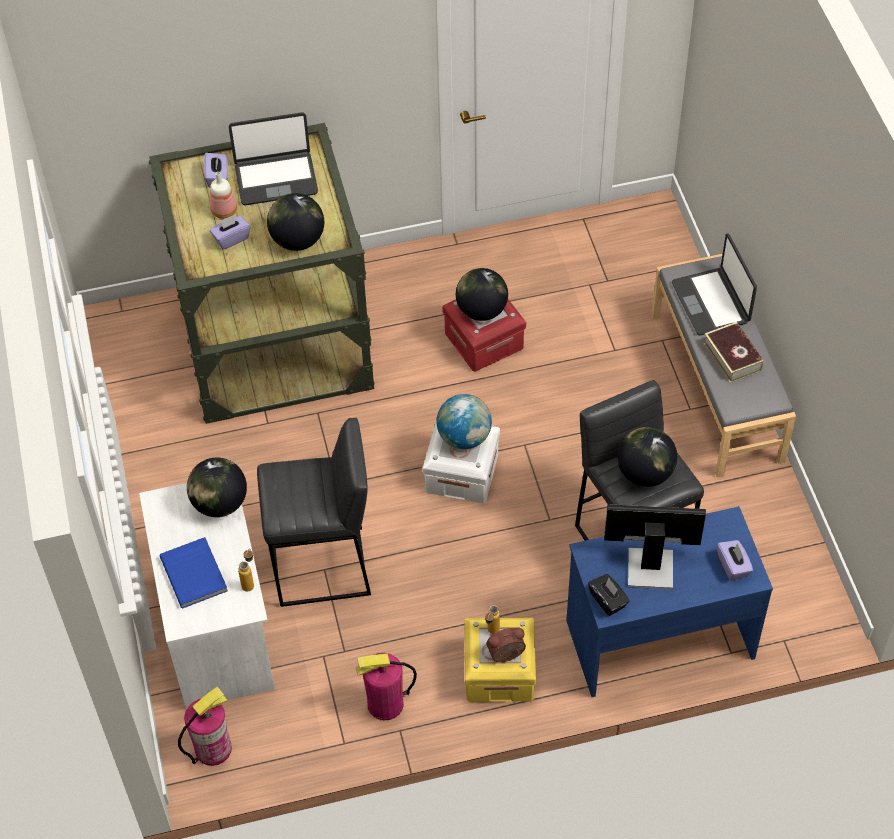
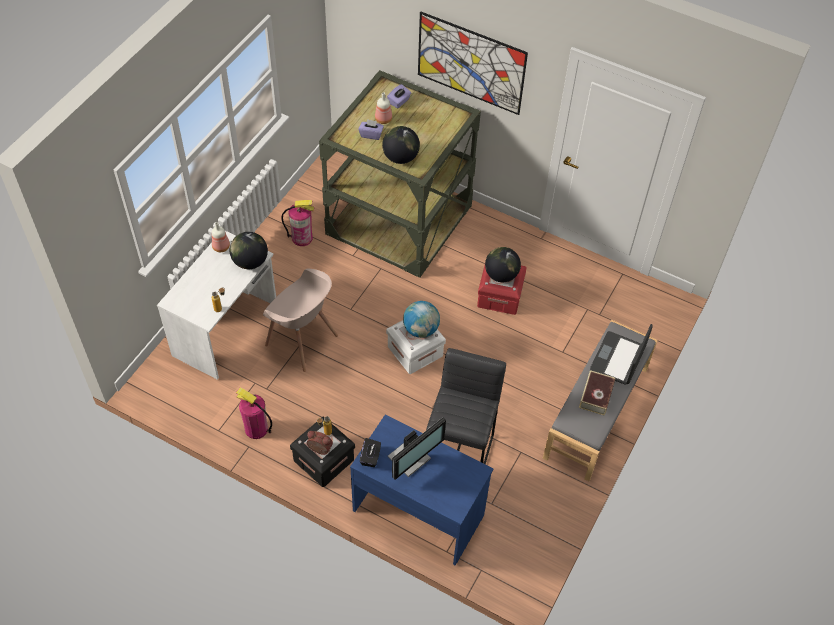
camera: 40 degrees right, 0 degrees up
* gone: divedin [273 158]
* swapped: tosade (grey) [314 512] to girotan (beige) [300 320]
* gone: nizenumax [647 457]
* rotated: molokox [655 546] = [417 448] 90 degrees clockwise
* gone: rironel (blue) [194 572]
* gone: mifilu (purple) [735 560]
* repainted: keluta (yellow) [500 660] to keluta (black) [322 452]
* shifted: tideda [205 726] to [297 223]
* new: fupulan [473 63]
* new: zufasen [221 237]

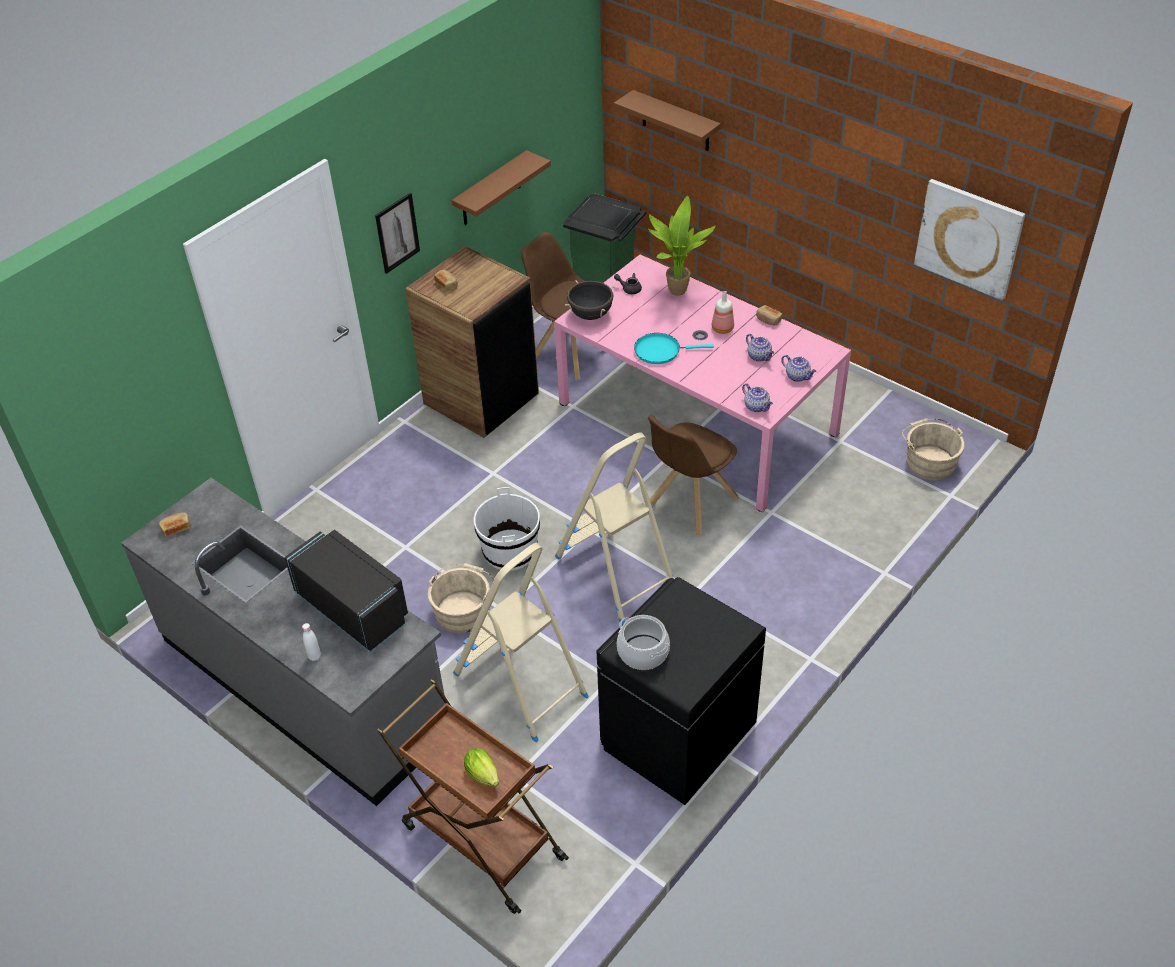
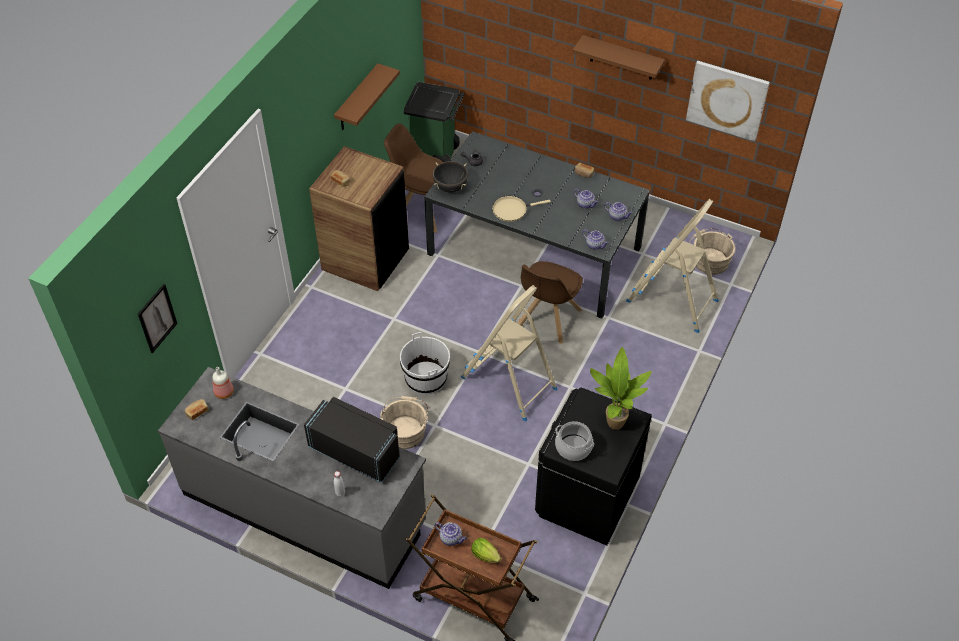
camera: 15 degrees left, 5 degrees up
* shifted: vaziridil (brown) [667 120] to [619 57]
* shifted: fupulan [397 233] to [157 318]
* shifted: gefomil [681 246] to [621 388]
* repainted: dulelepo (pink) [702 383] to dulelepo (grey) [537 225]
* shifted: zufasen [723 312] to [223 383]
* repainted: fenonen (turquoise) [674 348] to fenonen (beige) [521 209]
* shifted: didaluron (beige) [521 642] to [672 266]
* new: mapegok [450 534]

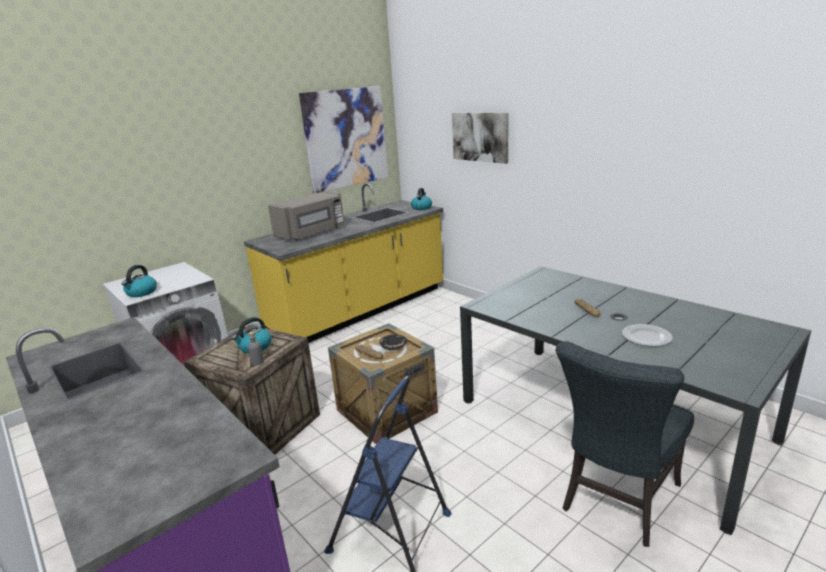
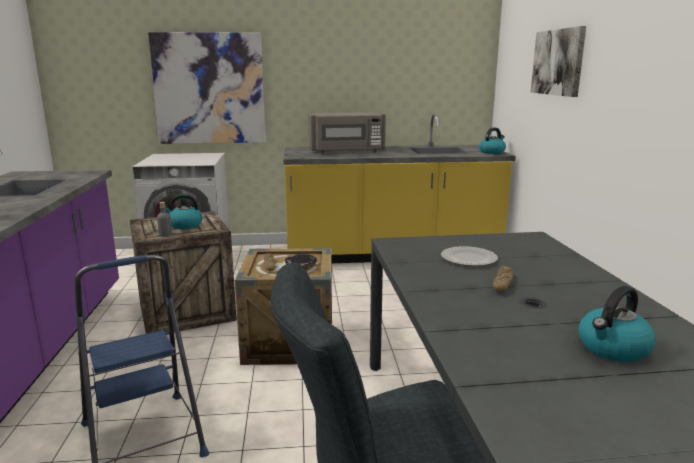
camera: 35 degrees right, 5 degrees down
* shifted: fupulan [343 140] to [207 88]
* shifted: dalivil [139 281] to [617 324]
* shifted: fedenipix [647 335] to [469 256]

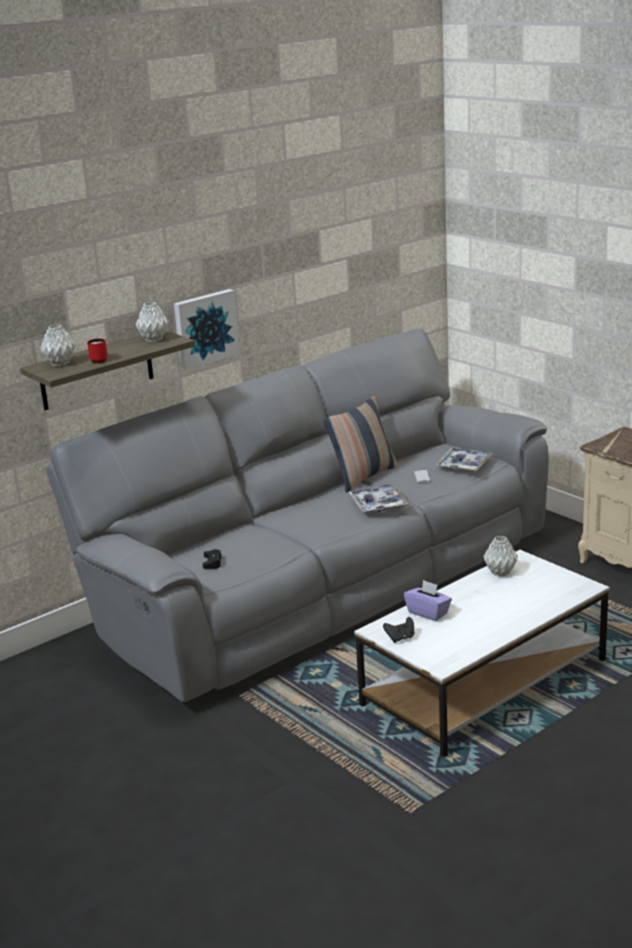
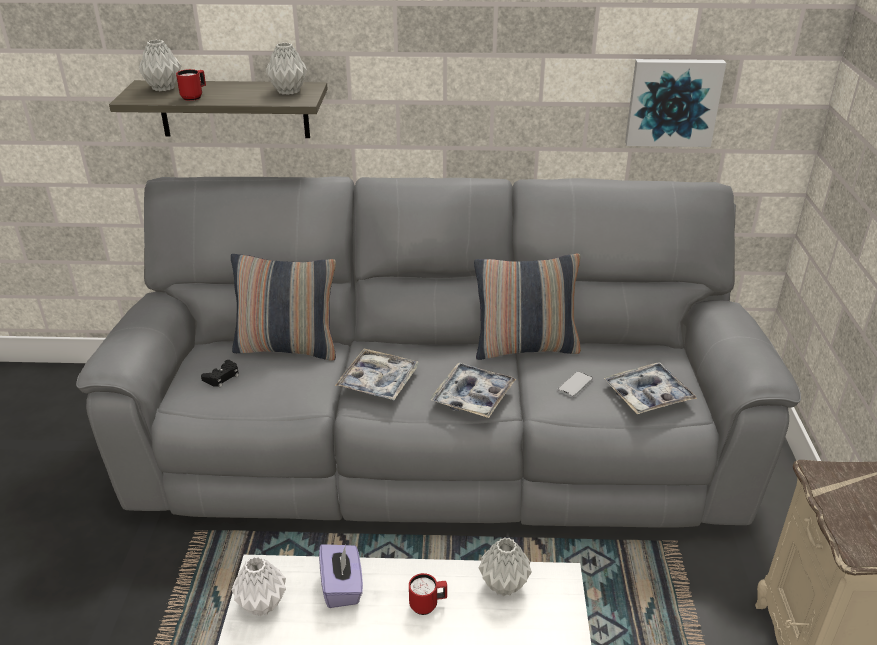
camera: 40 degrees right, 10 degrees up
* shifted: fupulan [207 329] to [675 103]
* swapped: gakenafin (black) [398 630] to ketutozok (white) [258 586]
* new: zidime [283 307]
* new: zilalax [377 374]
* new: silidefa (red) [428 594]

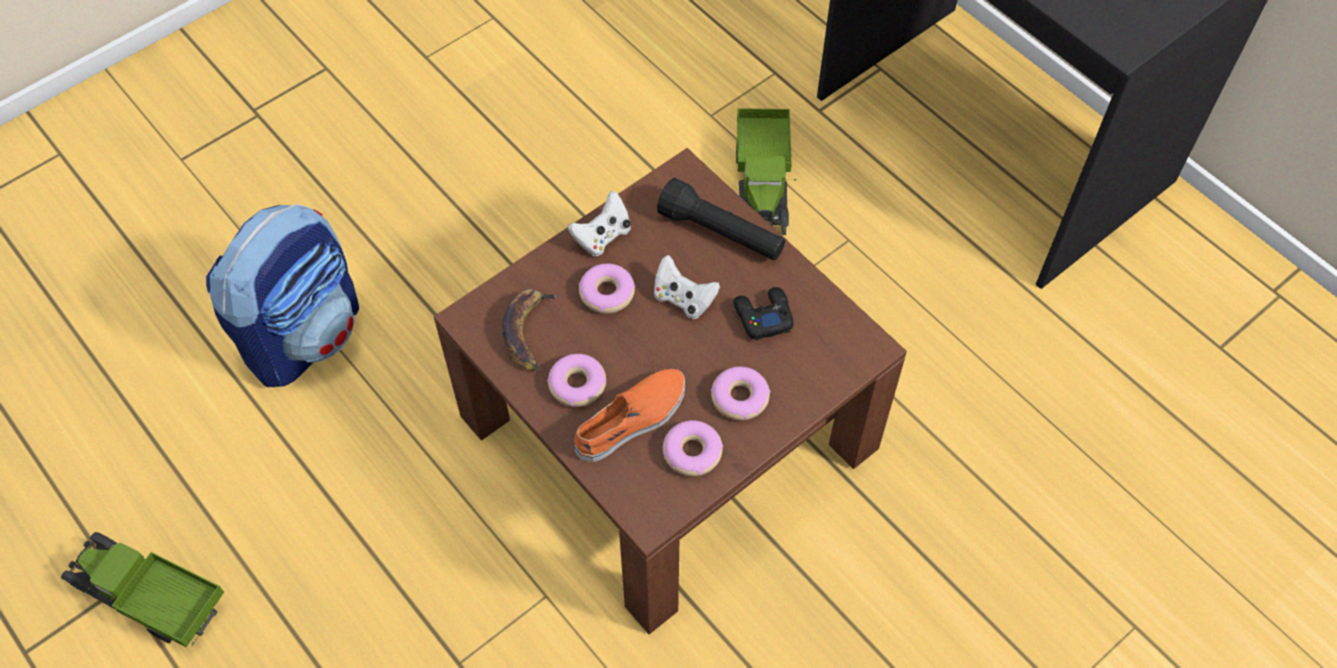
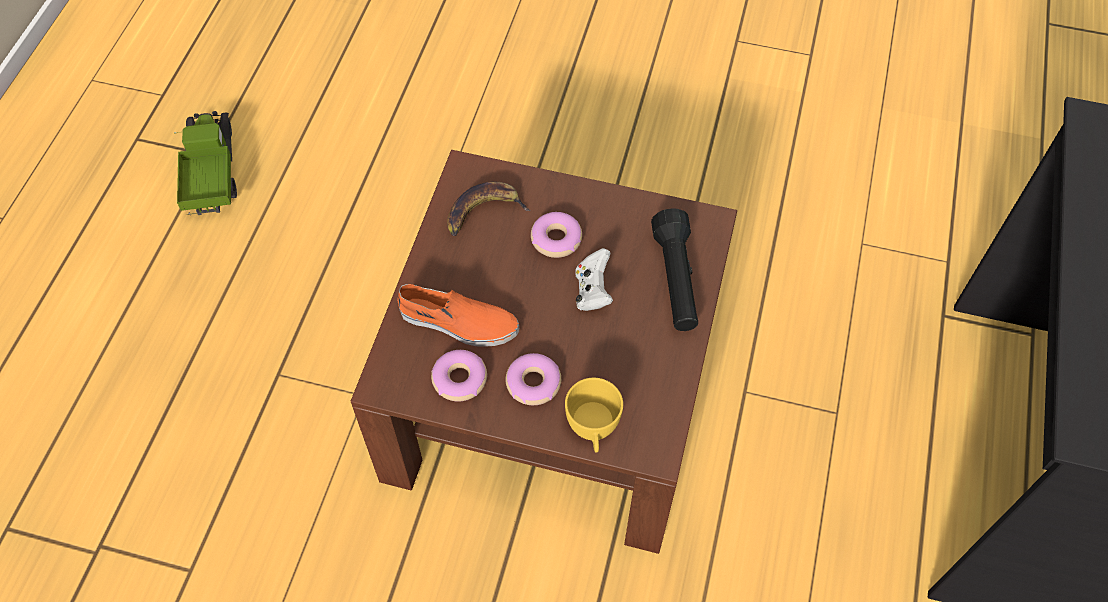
camera: 55 degrees right, 0 degrees up
* gone: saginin [766 171]
* gone: gakenafin (white) [599 223]
* gone: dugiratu [282 295]
* gone: gakenafin (black) [763 313]
* gone: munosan [576 380]
* new: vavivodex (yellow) [594 415]

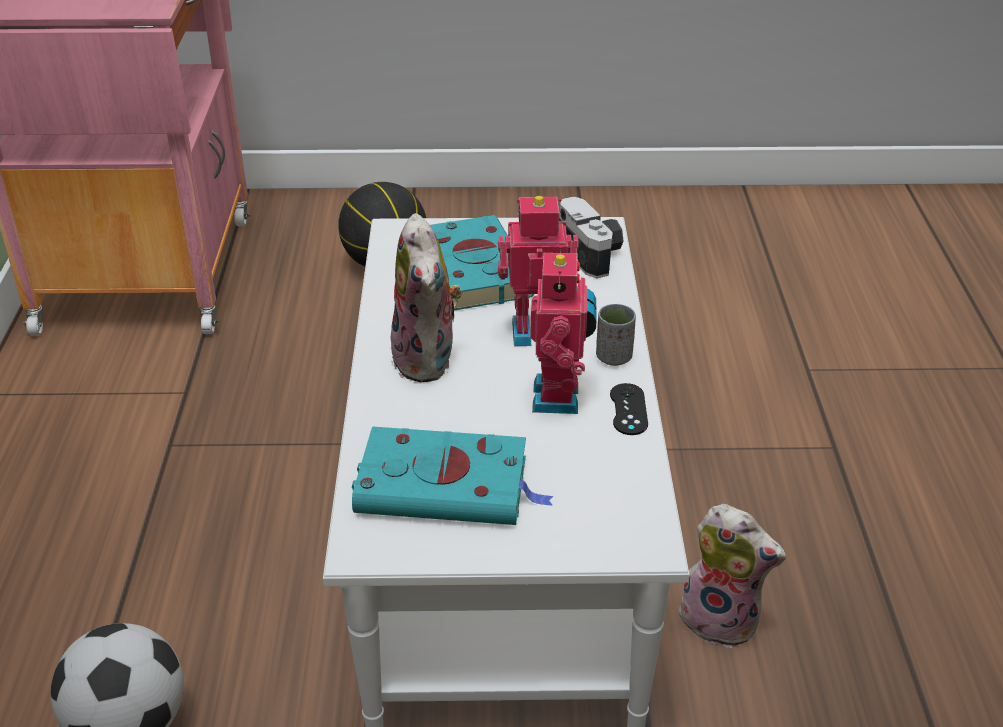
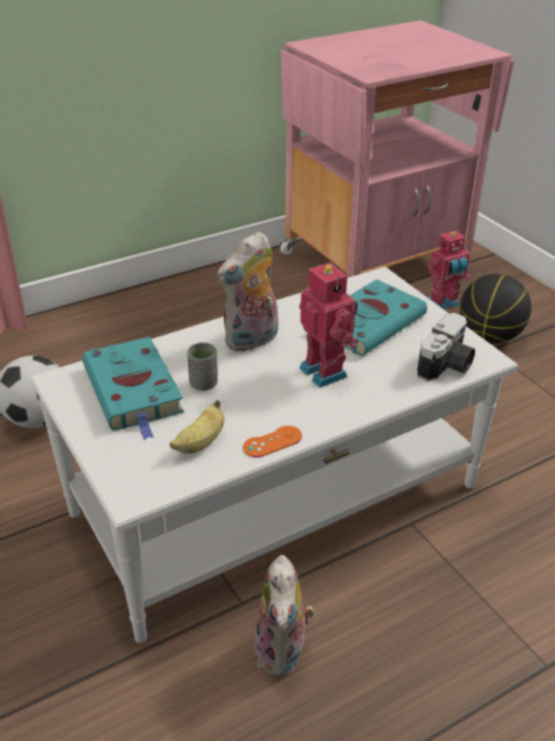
camera: 60 degrees right, 0 degrees up
* shifted: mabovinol [563 330] to [449 270]
* shifted: vavivodex (grey) [616 335] to [202 366]
* repainted: gakenafin (black) [629 409] to gakenafin (orange) [272 441]
* new: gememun [197 427]

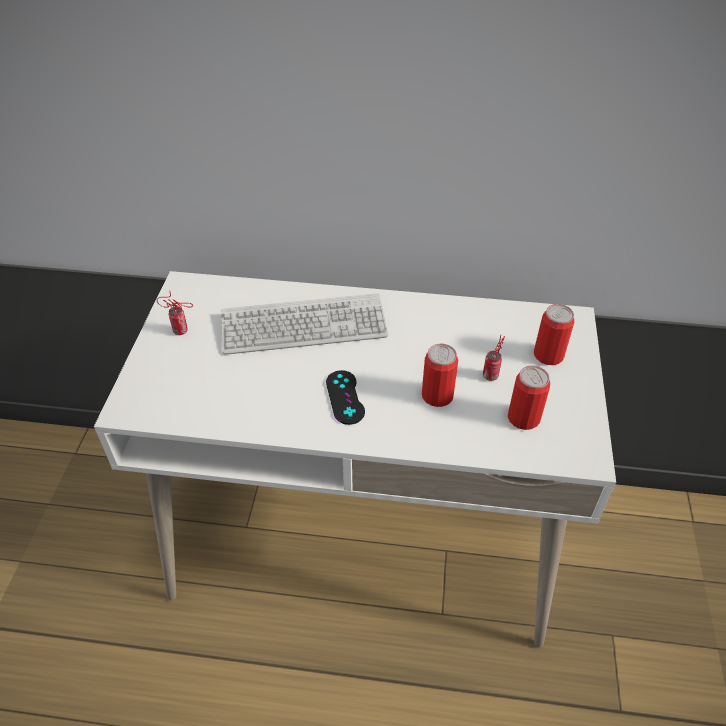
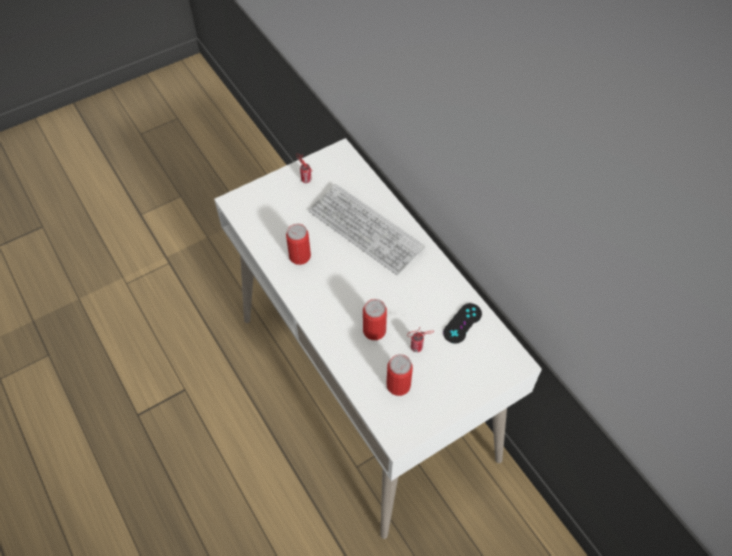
camera: 50 degrees right, 10 degrees up
* shifted: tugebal [554 334] to [298 244]
* shifted: gakenafin (black) [345 397] to [462 323]

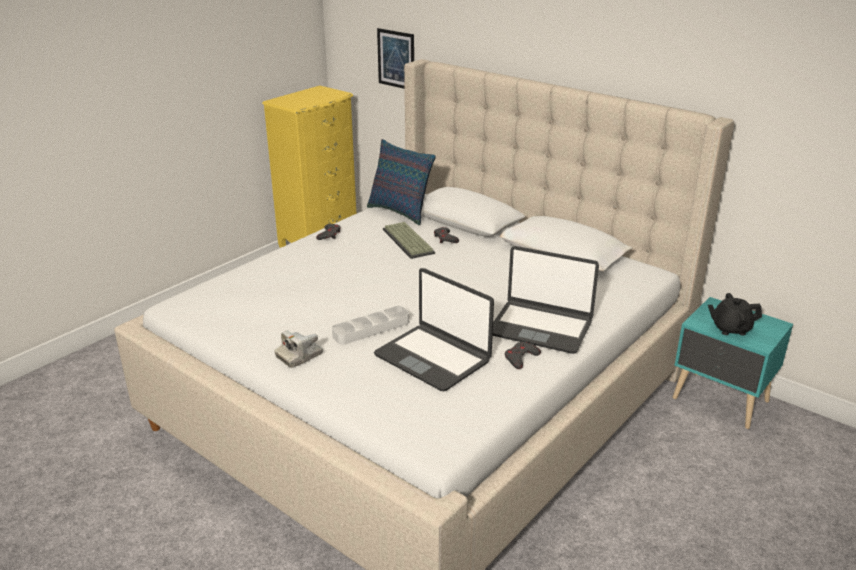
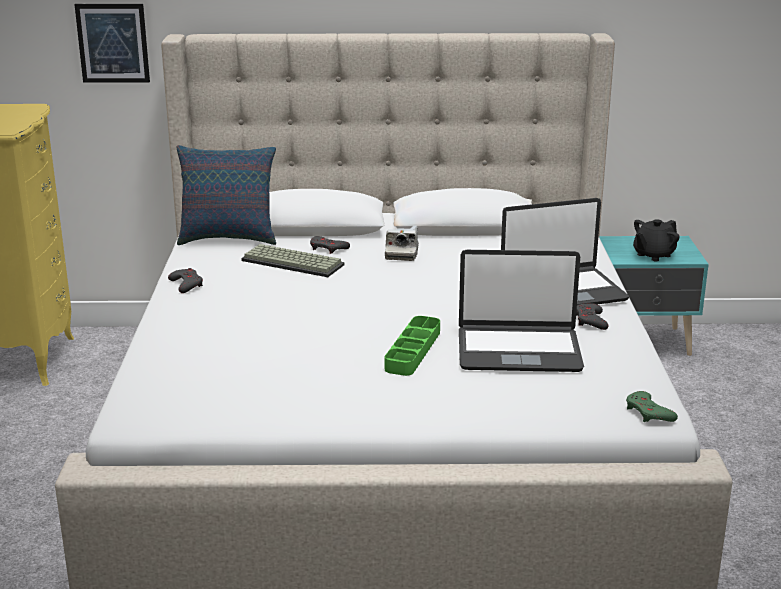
camera: 40 degrees left, 5 degrees down
* repainted: zilalax (grey) [370 325] to zilalax (green) [412 346]
* shifted: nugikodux [298 349] to [402 243]
* new: gakenafin (green) [652 406]

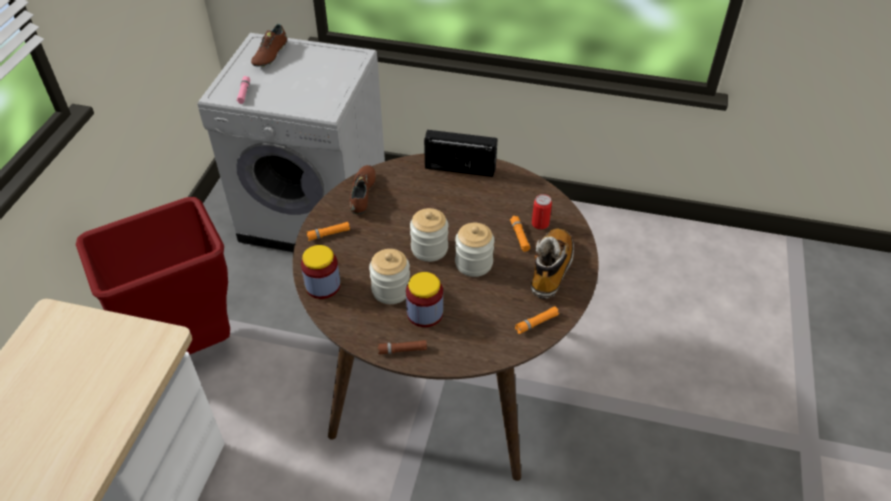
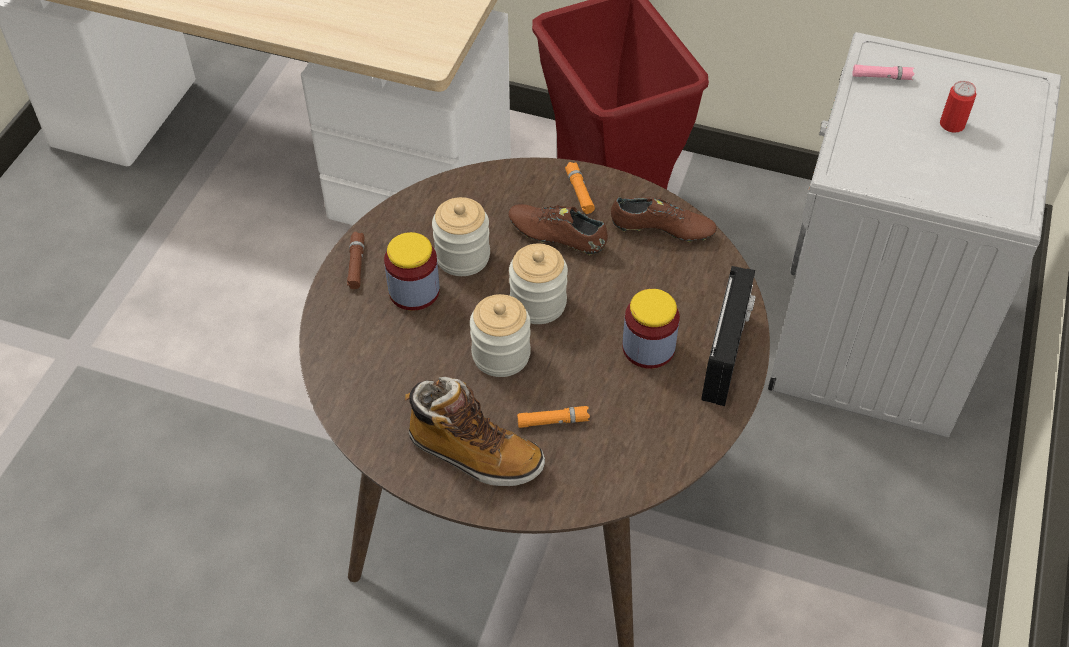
camera: 95 degrees right, 5 degrees up
* shifted: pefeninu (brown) [269 45] to [558 229]
* shifted: tugebal [542 211] to [958 106]
* shifted: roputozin [320 272] to [651 329]
* gone: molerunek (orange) [537 320]

